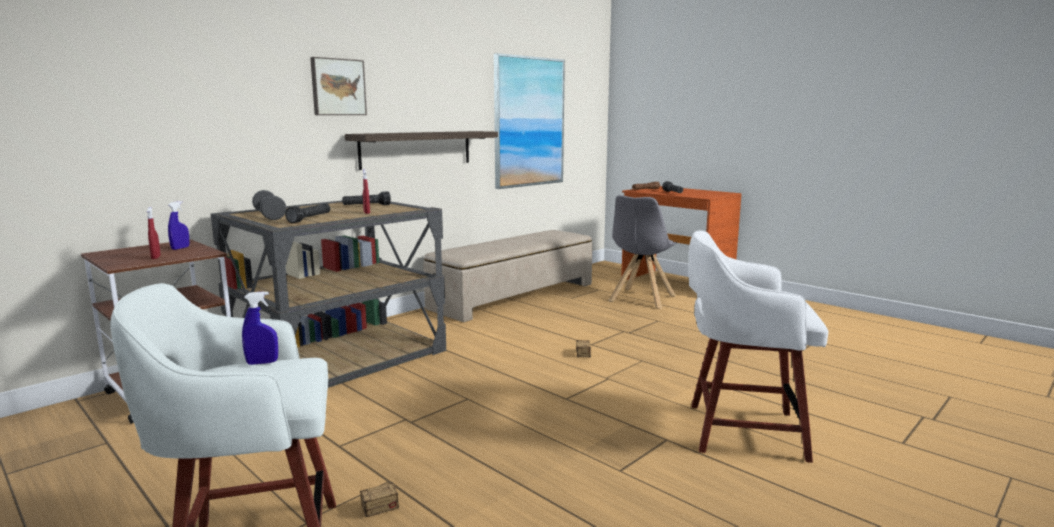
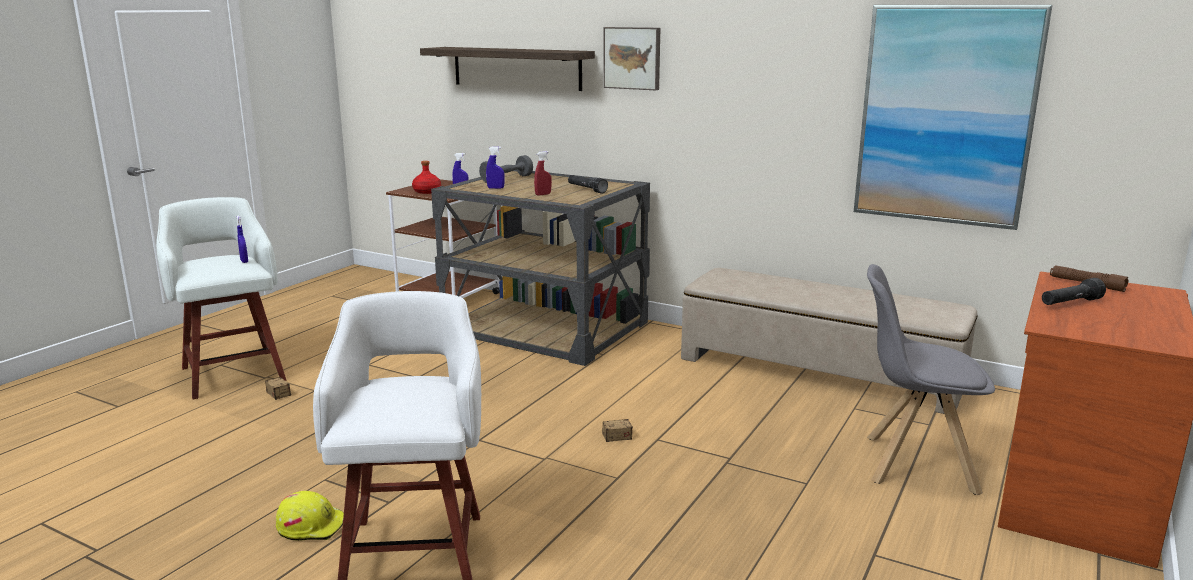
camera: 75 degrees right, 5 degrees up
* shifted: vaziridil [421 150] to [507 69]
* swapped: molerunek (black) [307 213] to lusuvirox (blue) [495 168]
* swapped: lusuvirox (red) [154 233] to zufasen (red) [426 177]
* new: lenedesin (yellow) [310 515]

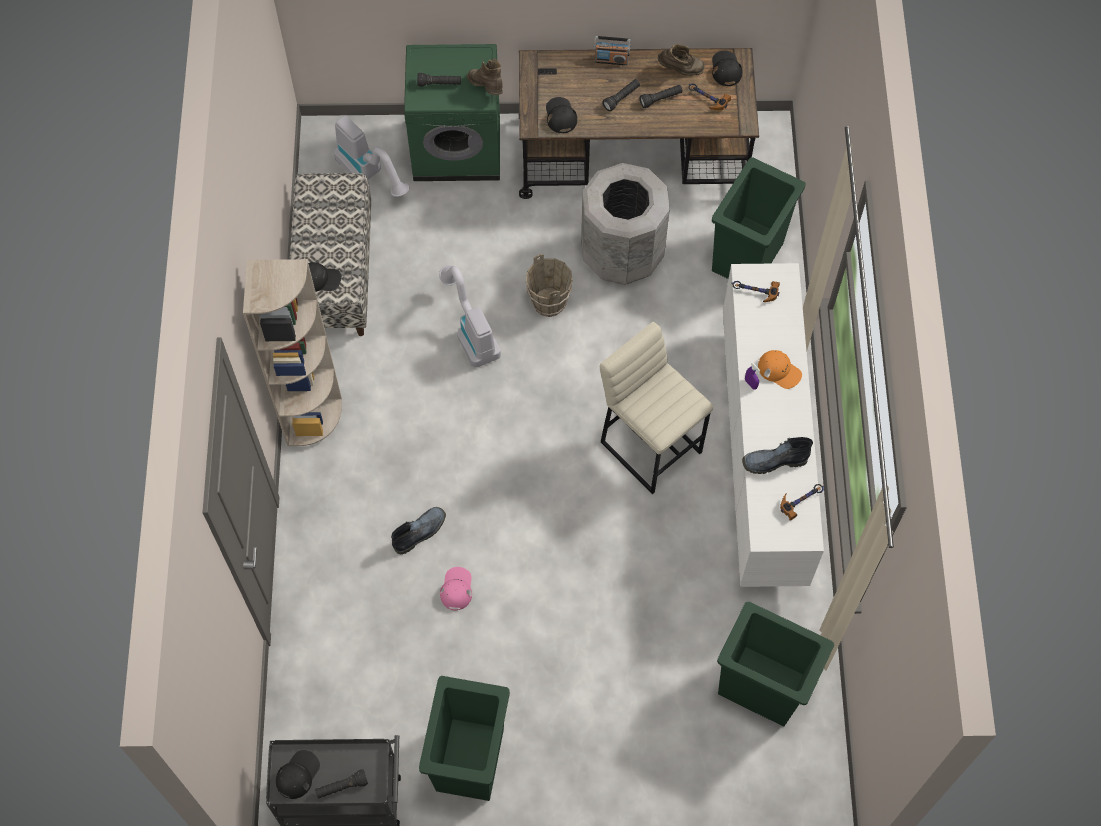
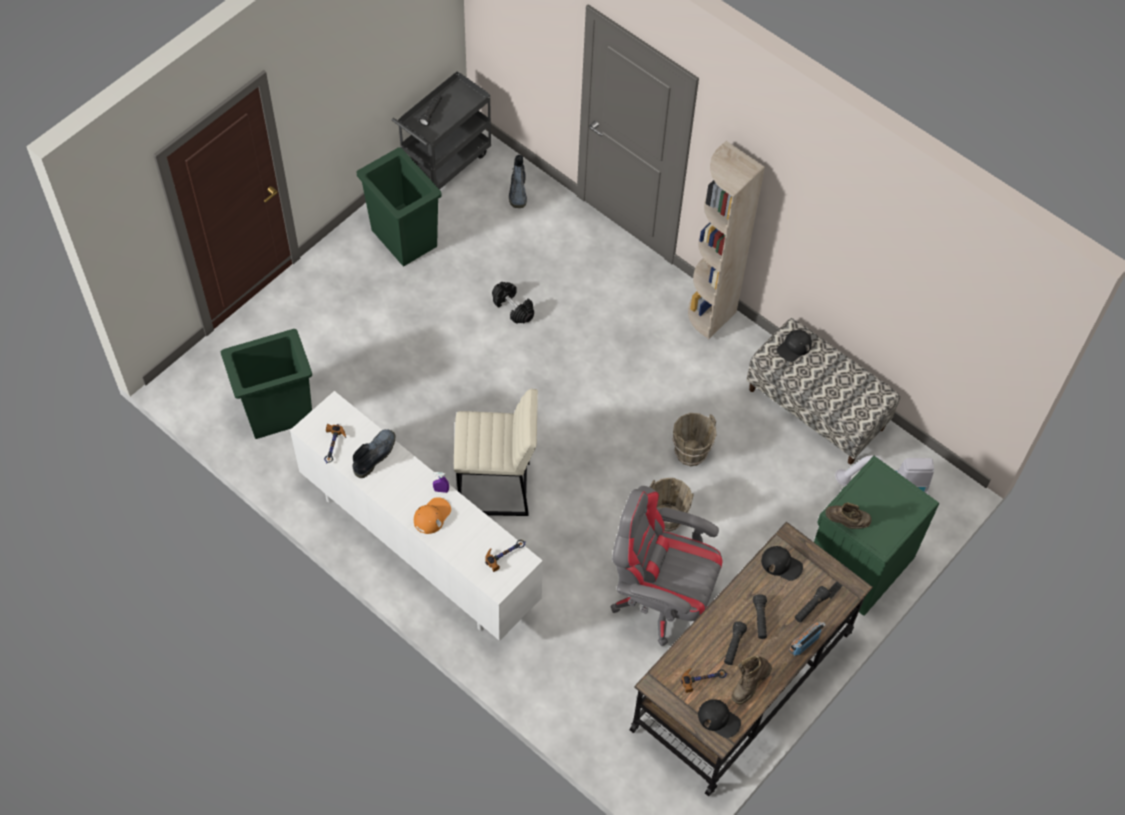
camera: 130 degrees right, 5 degrees down
* shifted: molerunek (black) [439 79] to [812 604]
* gone: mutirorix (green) [759 218]
* swapped: mutirorix (grey) [625 224] to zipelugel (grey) [666 566]
* swapped: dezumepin [470 316] to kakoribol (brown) [694 439]
* rotated: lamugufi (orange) [780 369] = [432 515] 135 degrees clockwise
* shifted: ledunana [418 531] to [518 181]
* swapped: lamugufi (pink) [456 589] to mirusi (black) [513 303]
* gone: lamugufi (black) [298 774]

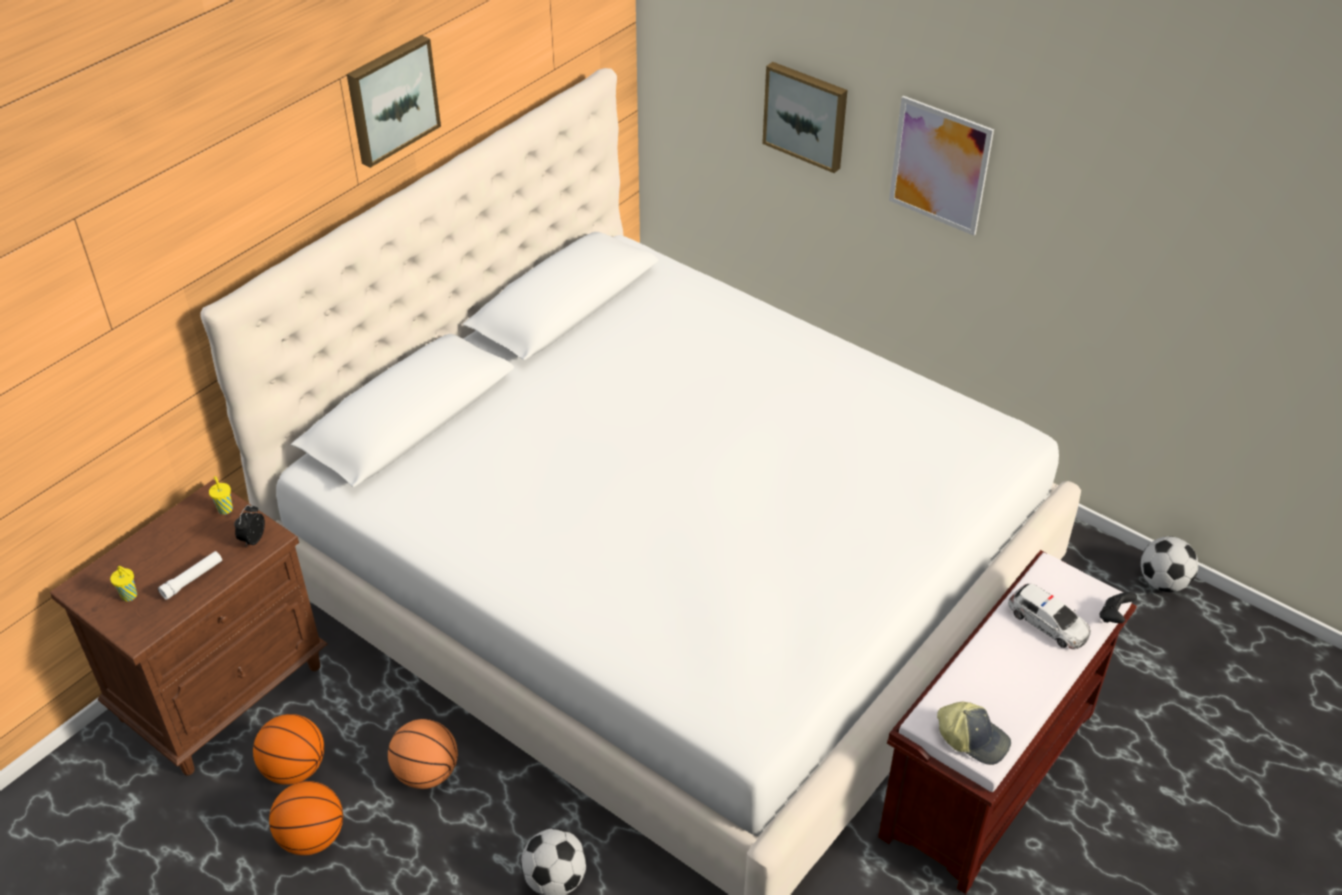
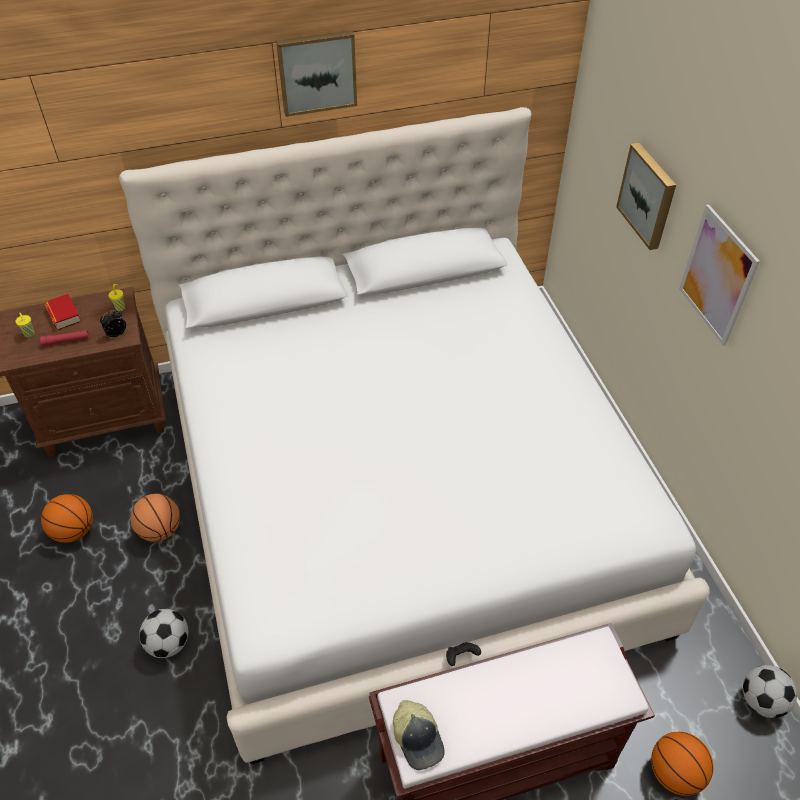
camera: 35 degrees right, 5 degrees up
* repainted: molerunek (white) [190 575] to molerunek (red) [64 338]
* gone: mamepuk [1049 616]
* shifted: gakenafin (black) [1118 607] to [463 654]
* shifted: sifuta [288 749] to [682 764]
* new: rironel [62 312]

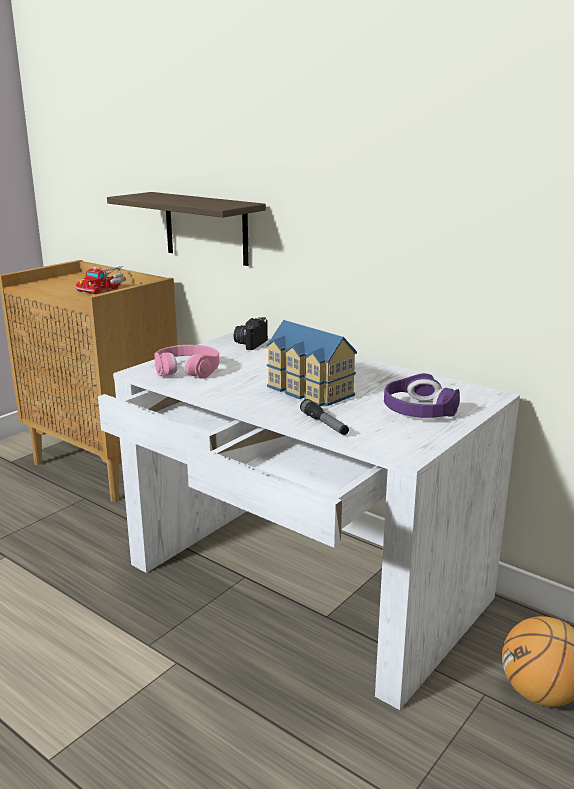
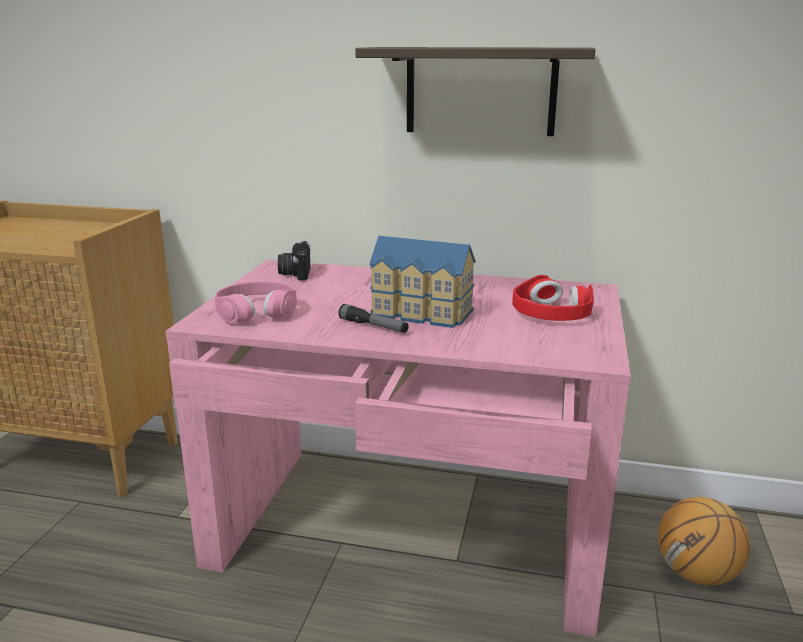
camera: 25 degrees left, 0 degrees up
* shifted: vaziridil [186 229] to [475 91]
* gone: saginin [101 280]
* repainted: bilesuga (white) [309 521] to bilesuga (pink) [398 448]
* repainted: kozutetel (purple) [422 395] to kozutetel (red) [553 298]
* shifted: molerunek [324 417] to [373 318]

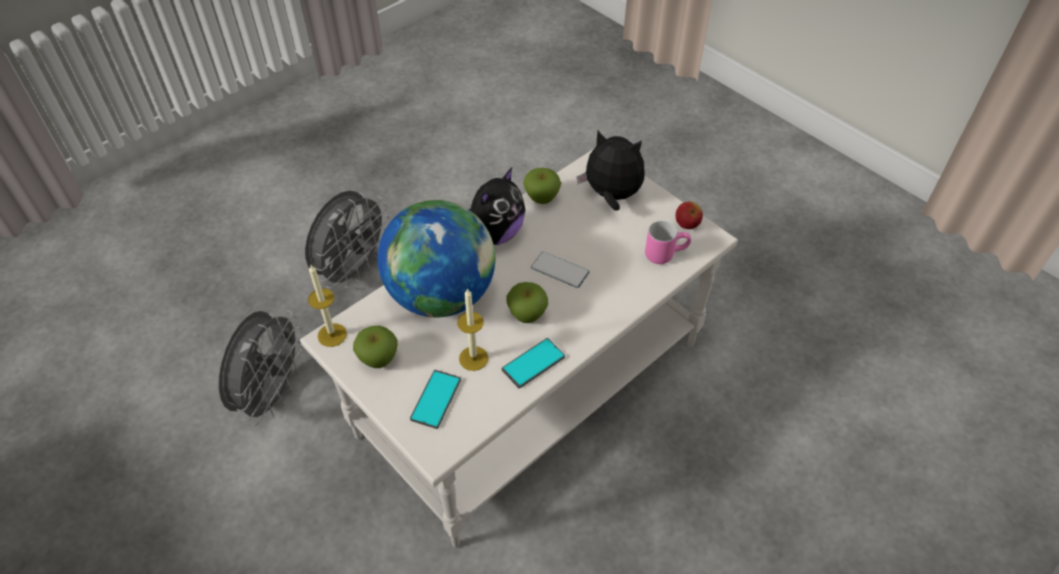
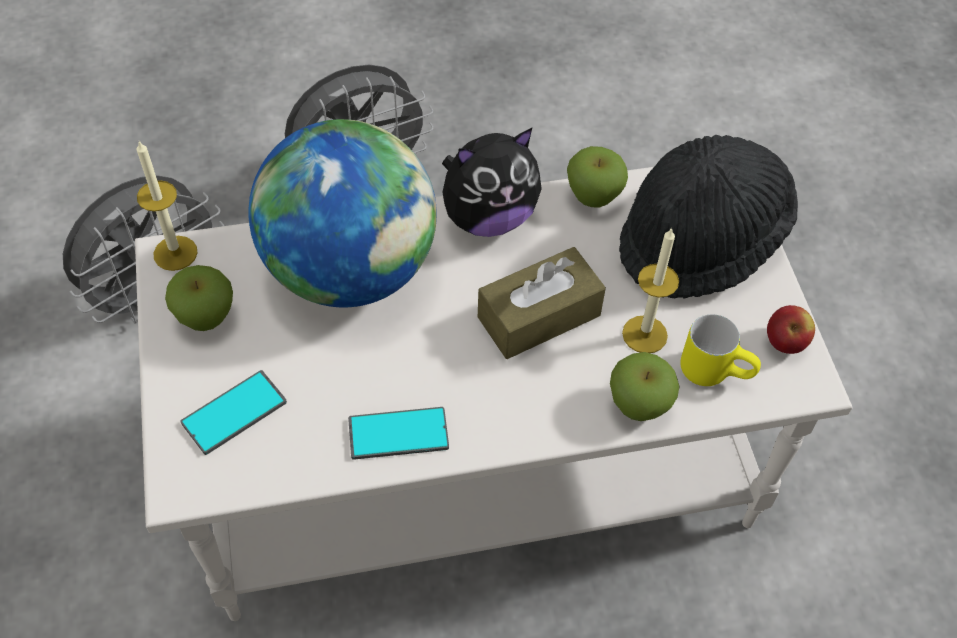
camera: 30 degrees right, 5 degrees up
* swapped: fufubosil [611 171] to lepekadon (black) [708 217]
* repainted: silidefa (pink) [668 242] to silidefa (yellow) [720 350]
* swapped: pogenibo [560 270] to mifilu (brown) [542 303]
* shifted: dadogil [527 302] to [645 386]
* shifted: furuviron [473 329] to [650 290]

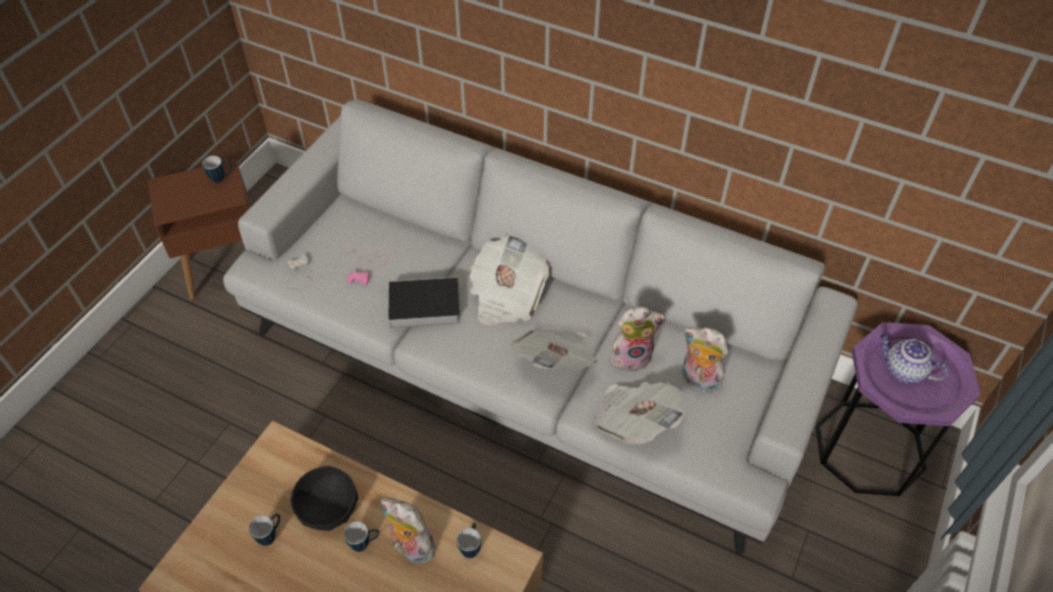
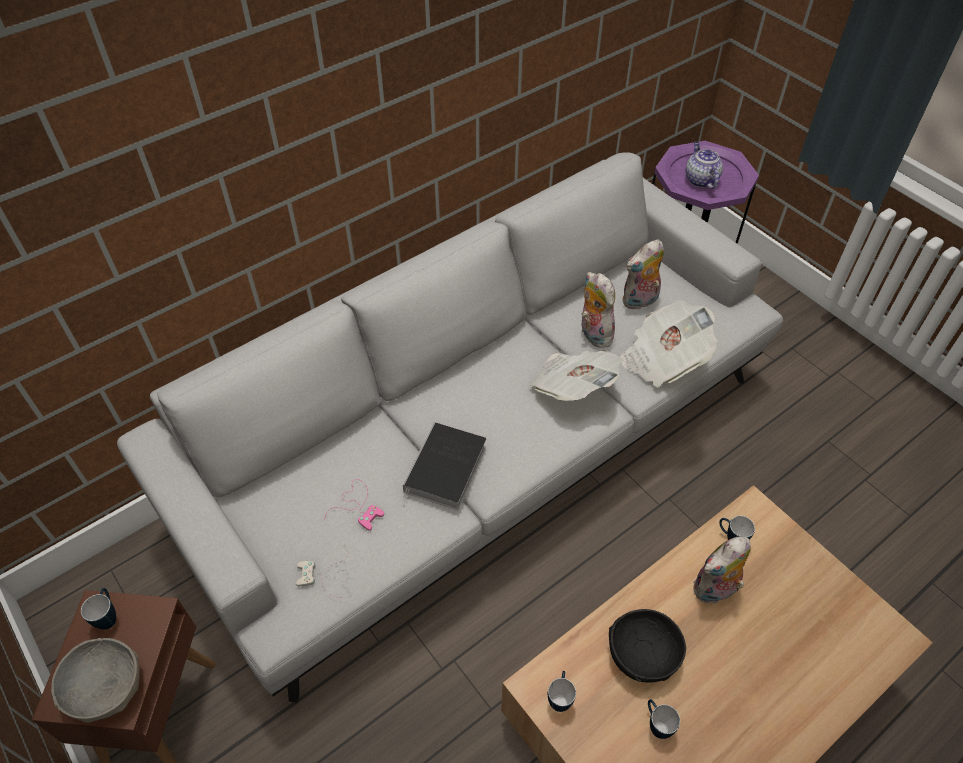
camera: 65 degrees left, 0 degrees up
* gone: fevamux [509 279]
* rotated: fufubosil [638 339] = [598 310] 45 degrees counterclockwise
* rotated: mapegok [914 358] = [704 165] 105 degrees clockwise
* shifted: silidefa [361 536] to [562 691]
* new: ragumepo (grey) [95 680]

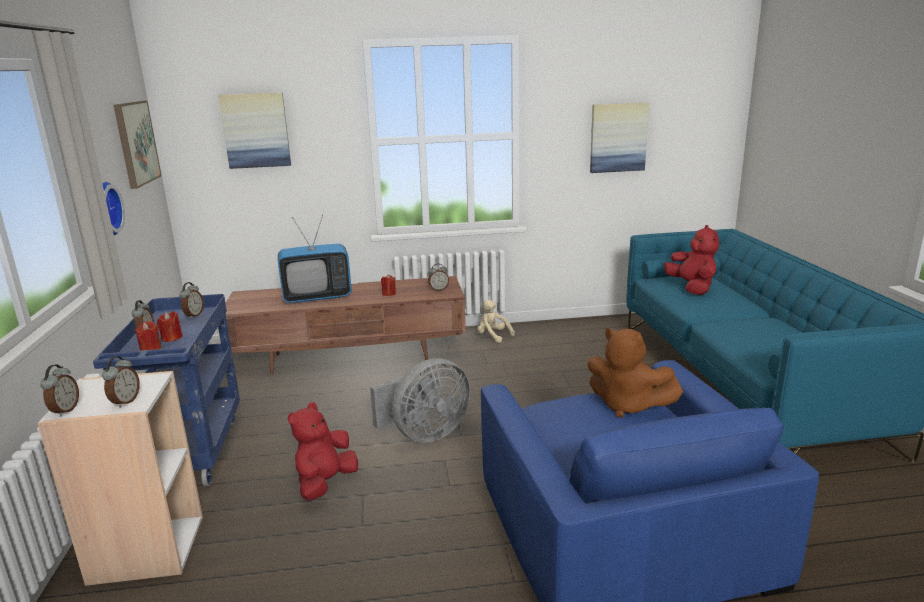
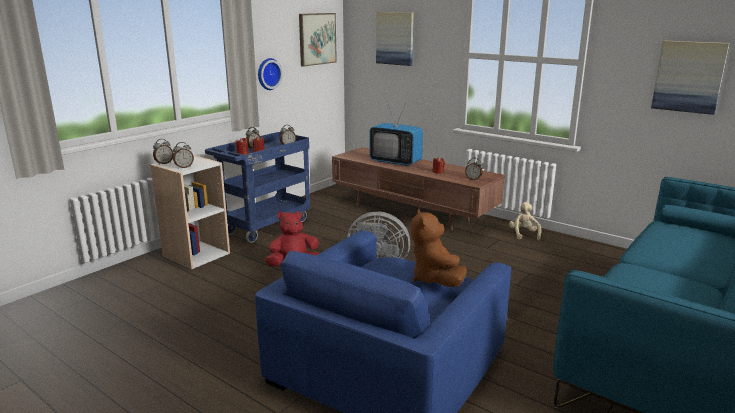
camera: 45 degrees right, 0 degrees up
* gone: fufubosil (red) [691 260]

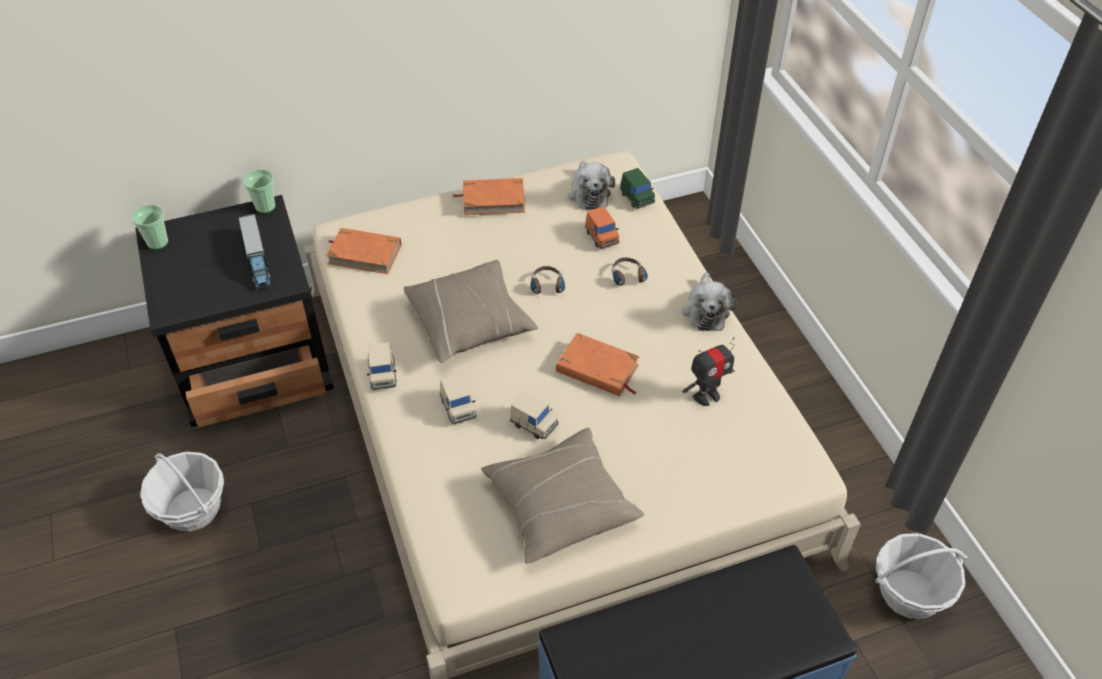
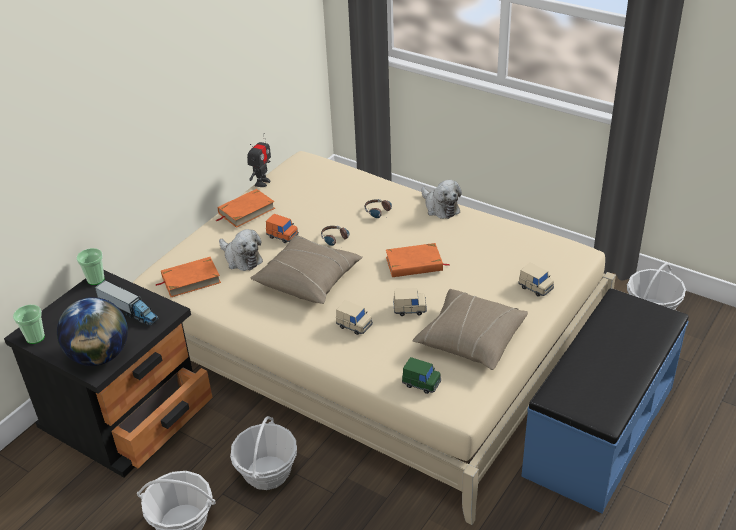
camera: 35 degrees left, 10 degrees down
* shifted: fufubosil [591 185] to [241 250]
* shifted: mamepuk (green) [637 188] to [421 375]
* shifted: mamepuk (orange) [602 227] to [282 228]
* shifted: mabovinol [708 371] to [259 160]
* shifted: mamepuk (beige) [382 366] to [536 279]
* new: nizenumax [92 331]
* new: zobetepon [263 453]

